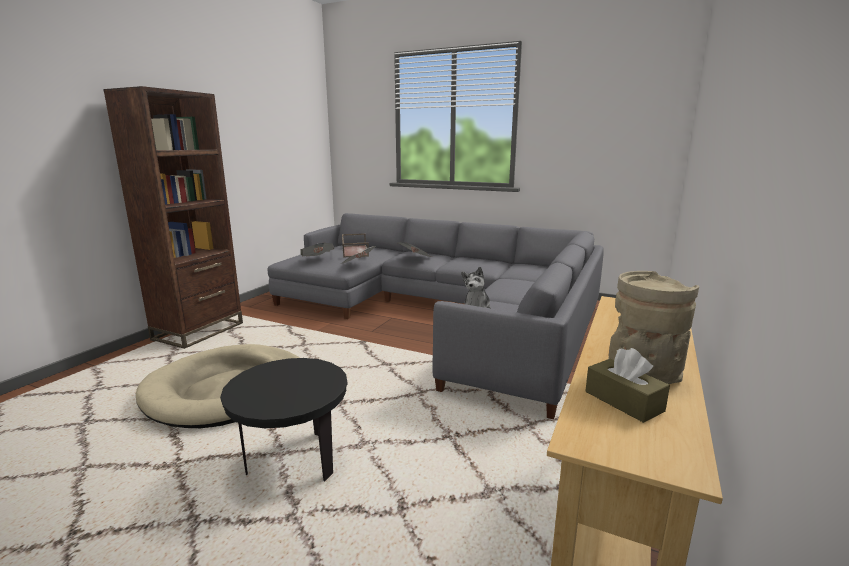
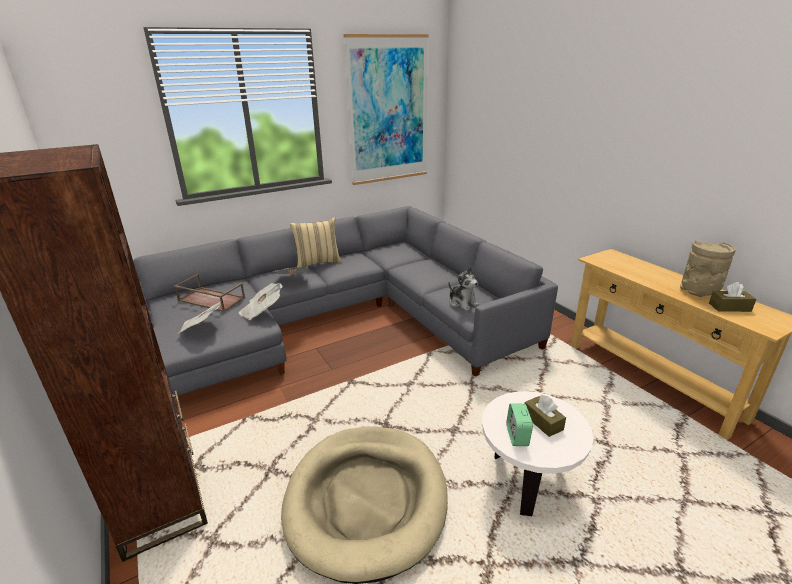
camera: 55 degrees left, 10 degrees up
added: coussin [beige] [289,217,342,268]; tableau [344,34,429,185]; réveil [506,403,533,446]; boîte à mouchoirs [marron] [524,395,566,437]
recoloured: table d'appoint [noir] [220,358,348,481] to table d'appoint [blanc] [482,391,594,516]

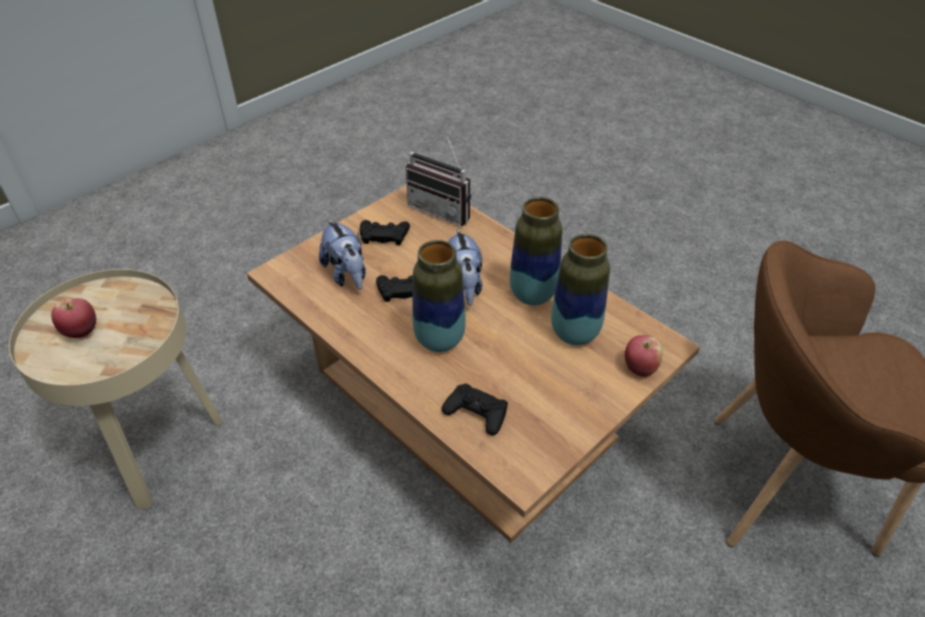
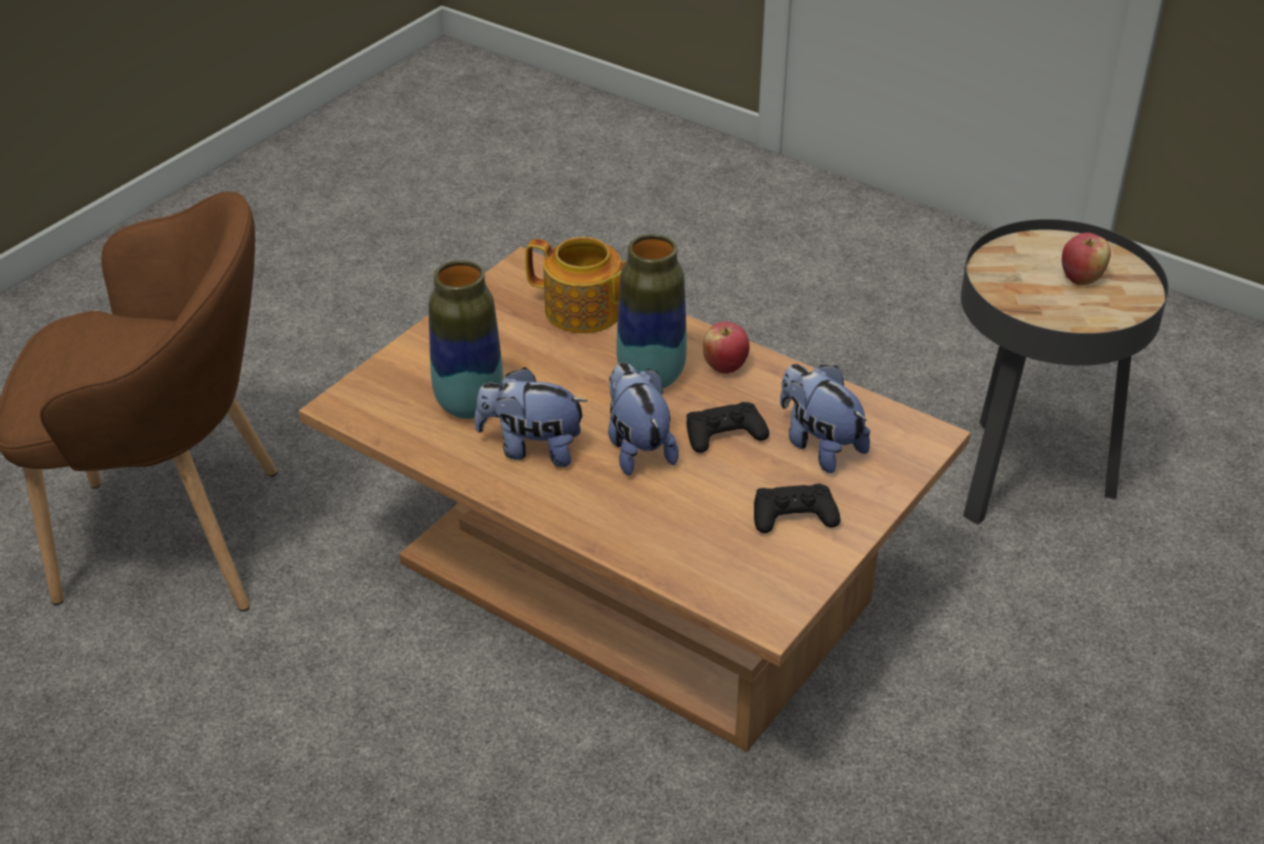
camera: 170 degrees right, 5 degrees down
removed: radio [406,132,471,226]
moved: pomme [625,335,663,377] to [703,322,750,374]
replaced: manette [noir] [442,383,508,435] to théière [525,237,626,333]; vase [510,197,562,305] to peluche [475,367,588,467]
recoloured: table d'appoint [beige] [9,269,224,509] to table d'appoint [noir] [961,219,1169,525]

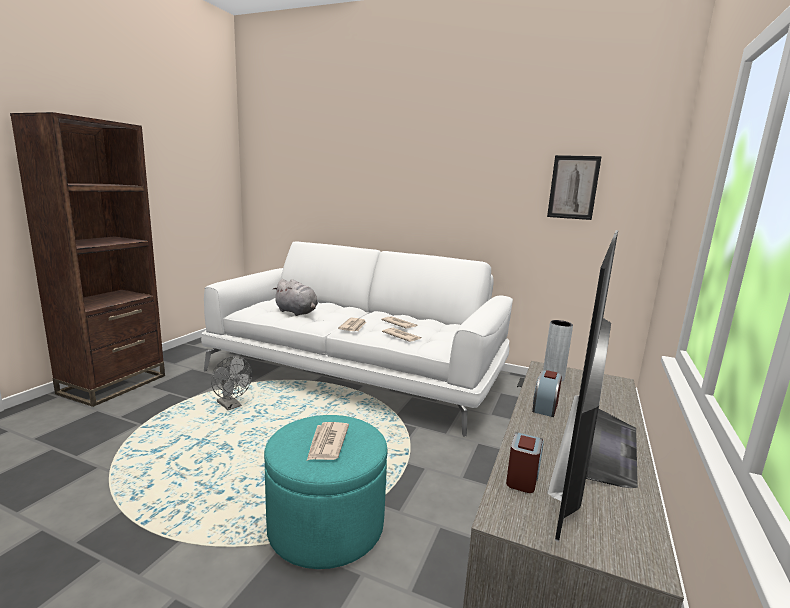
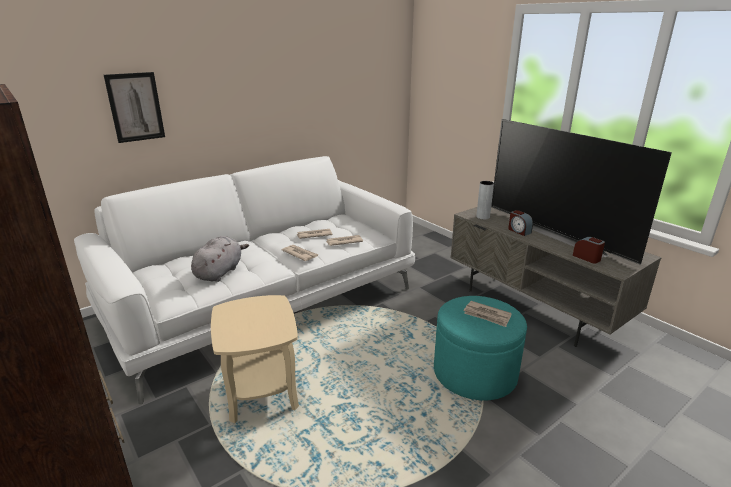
camera: 60 degrees left, 10 degrees up
moved: tableau [547,155,602,220] to [104,72,165,143]
replaced: ventilateur [gris] [211,356,252,410] to table d'appoint [beige] [211,295,299,423]
turned: peluche [gris] [272,279,318,316] = [191,236,249,282] 45 degrees counterclockwise

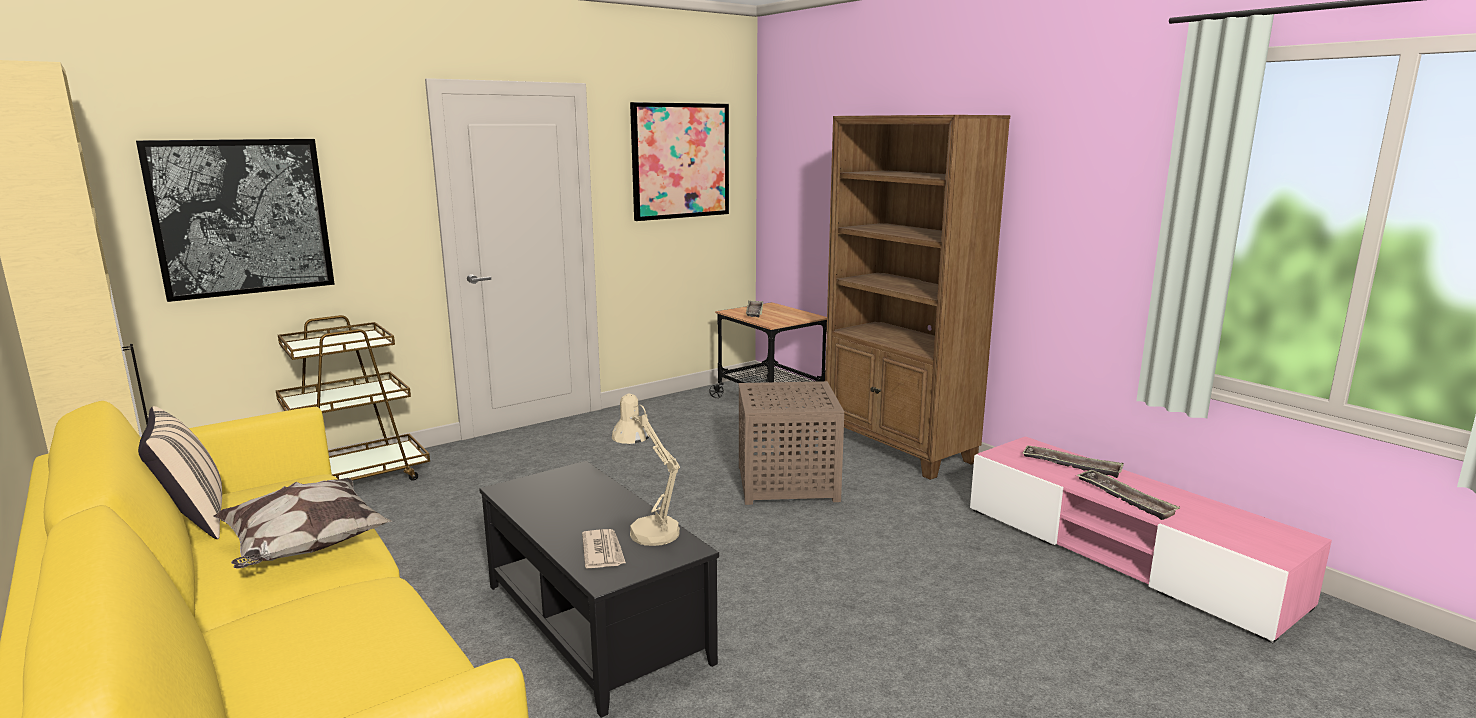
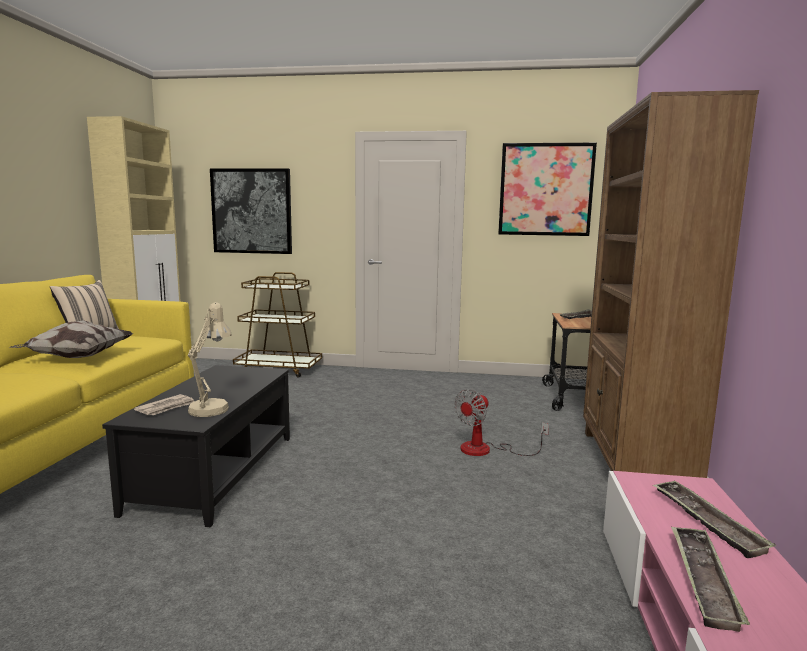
camera: 45 degrees right, 5 degrees down
replaced: table d'appoint [marron] [738,381,844,505] to ventilateur [454,389,549,456]

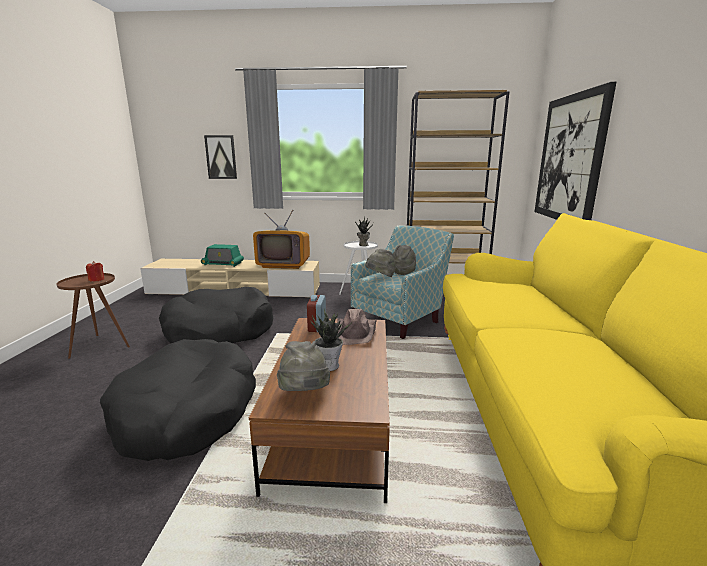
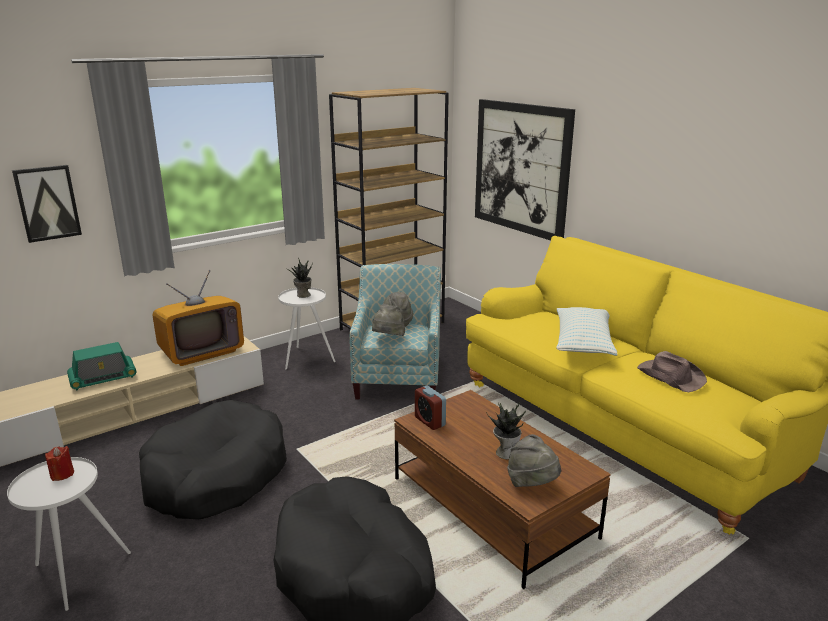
camera: 40 degrees left, 5 degrees up
added: coussin [556,307,618,356]
moved: chapeau [marron] [337,309,377,345] to [637,351,707,392]
recoloured: table d'appoint [marron] [56,273,130,359] to table d'appoint [blanc] [7,457,131,611]

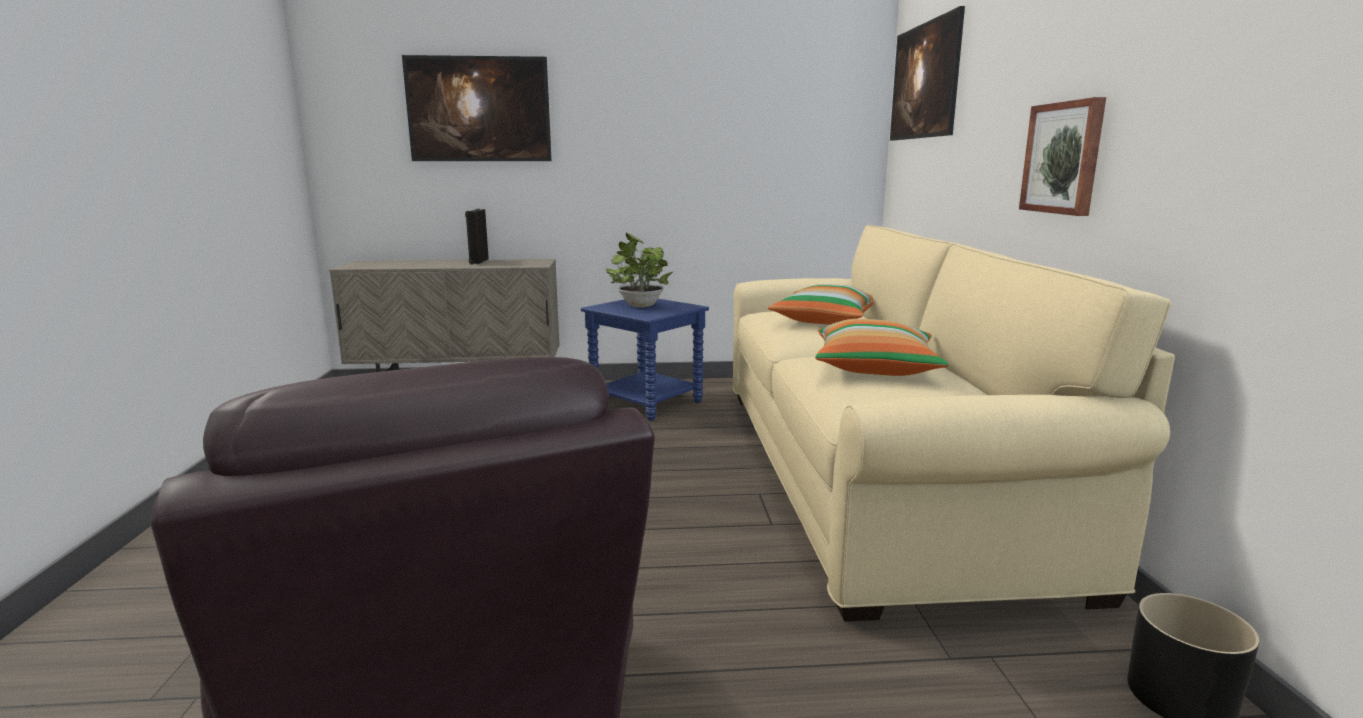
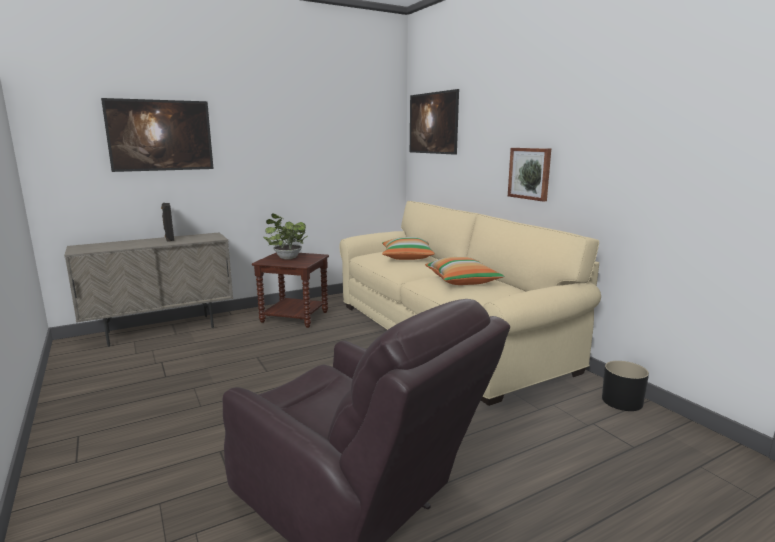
camera: 25 degrees left, 0 degrees up
recoloured: table d'appoint [bleu] [581,299,709,421] to table d'appoint [marron] [252,253,329,328]

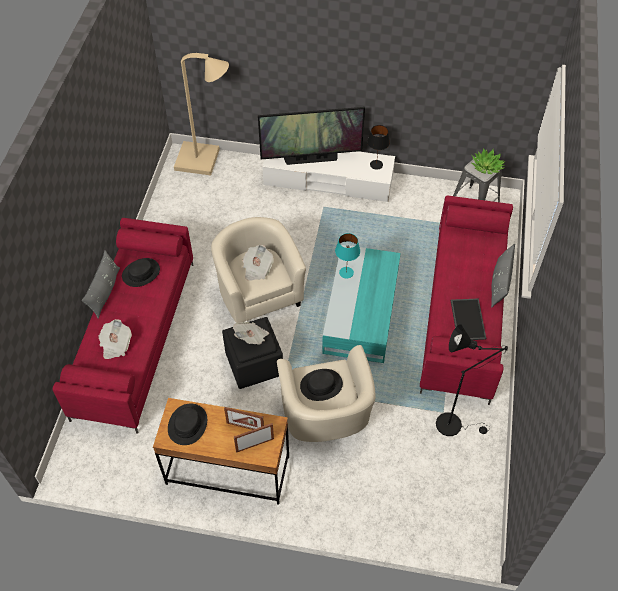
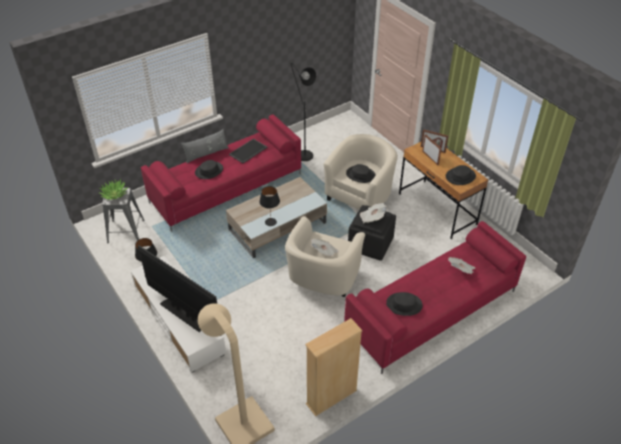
camera: 135 degrees left, 10 degrees down
removed: coussin [gris] [82,250,120,319]
added: chapeau [noir] [195,160,223,179]; bibliothèque [beige] [305,318,362,416]
recoloured: table basse [turquoise] [322,245,401,363] to table basse [beige] [226,177,327,258]; lampe de table [turquoise] [335,233,360,279] to lampe de table [noir] [259,186,280,226]

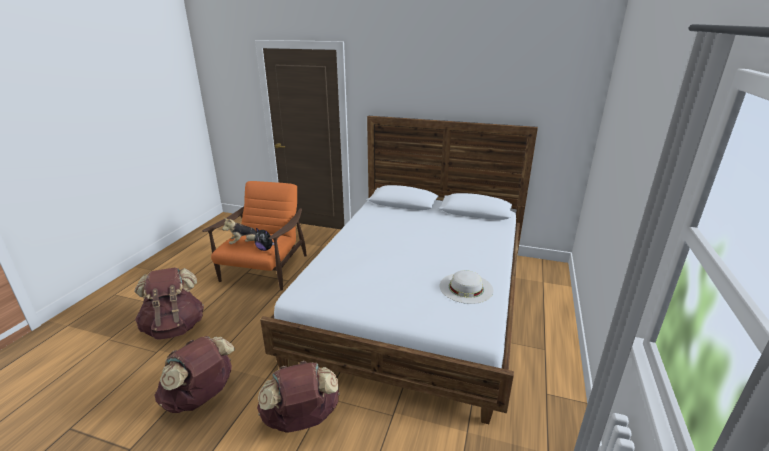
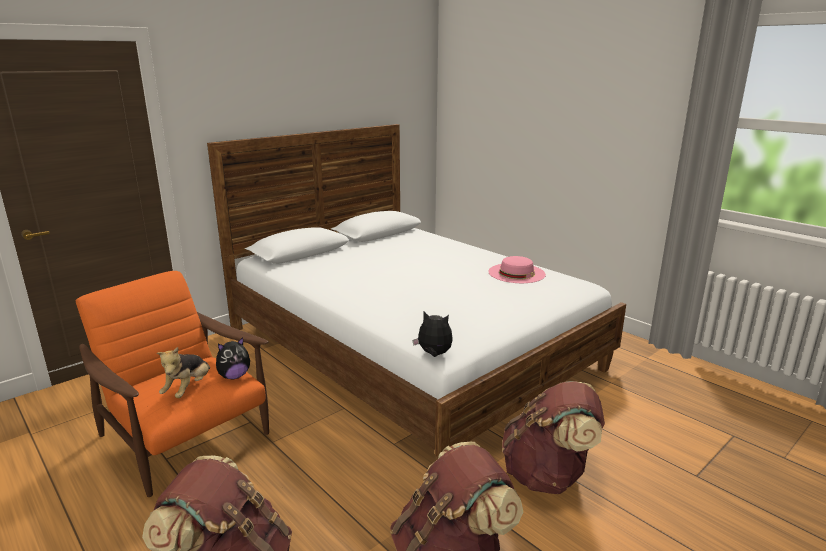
camera: 60 degrees left, 5 degrees down
added: peluche [412,312,453,357]
recoloured: chapeau [blanc] [440,270,493,304] to chapeau [rose] [488,256,546,283]

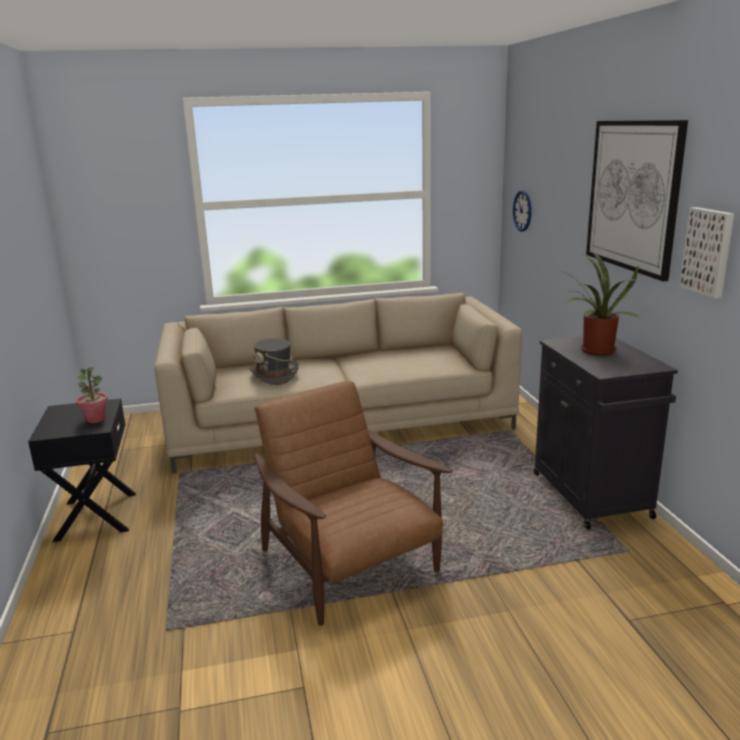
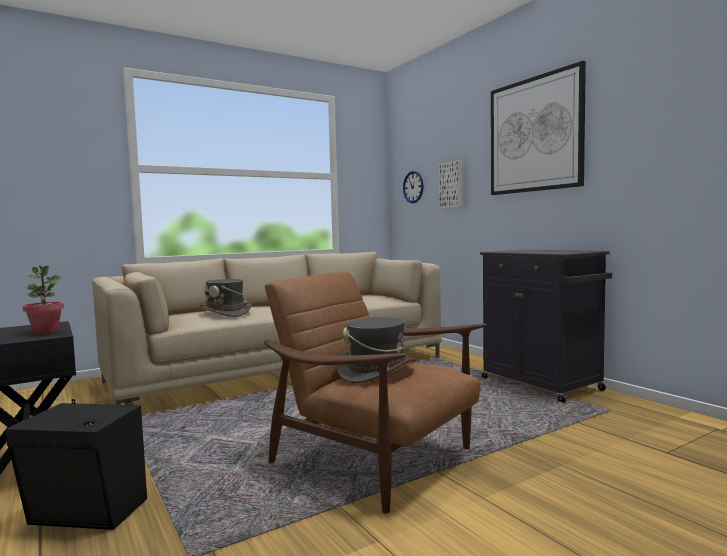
camera: 20 degrees left, 15 degrees down
removed: plante en pot [562,252,639,356]
added: enceinte [noir] [6,399,147,530]; chapeau [gris] [337,317,416,383]
moved: tableau [680,207,734,299] to [439,160,463,209]

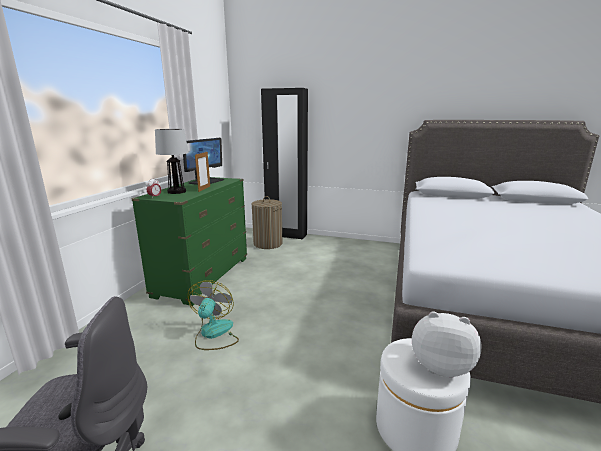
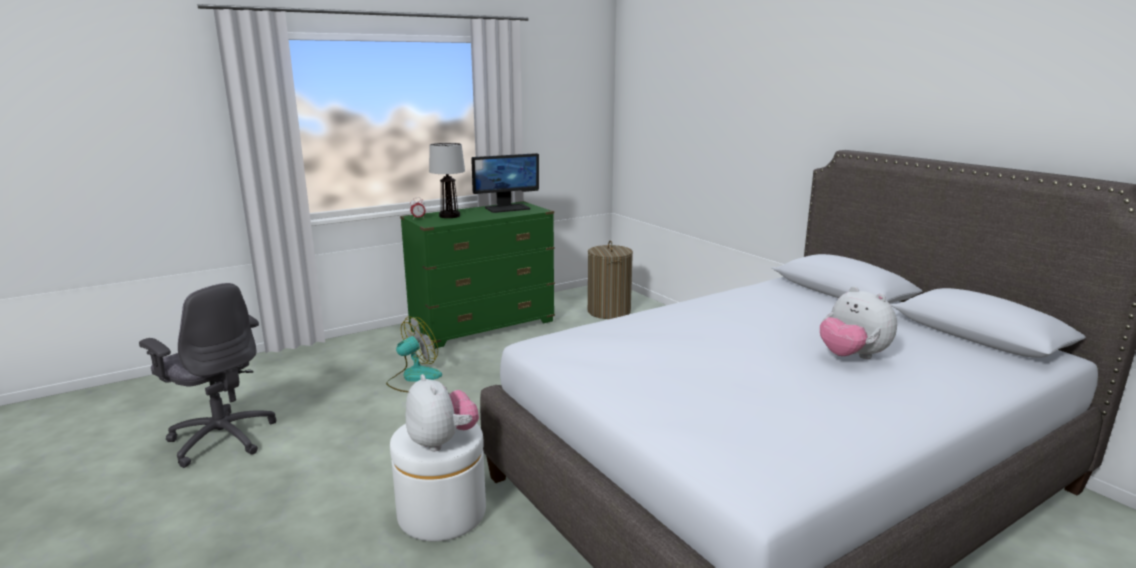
camera: 40 degrees right, 0 degrees up
removed: cadre photo [195,152,210,192]; armoire [noir] [261,88,308,239]
added: peluche [820,286,897,359]

